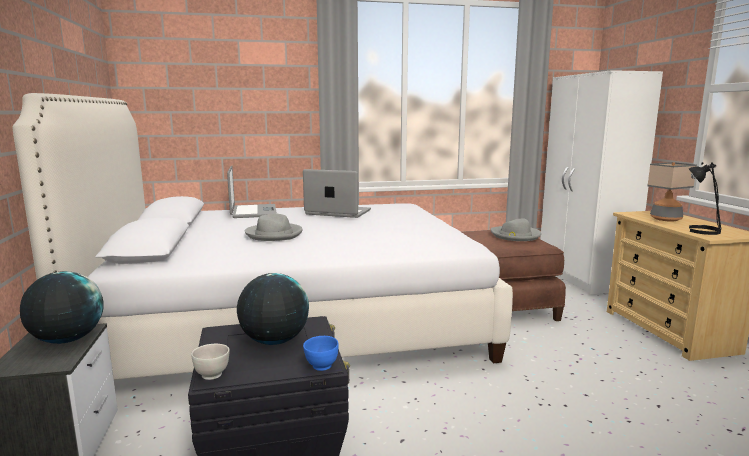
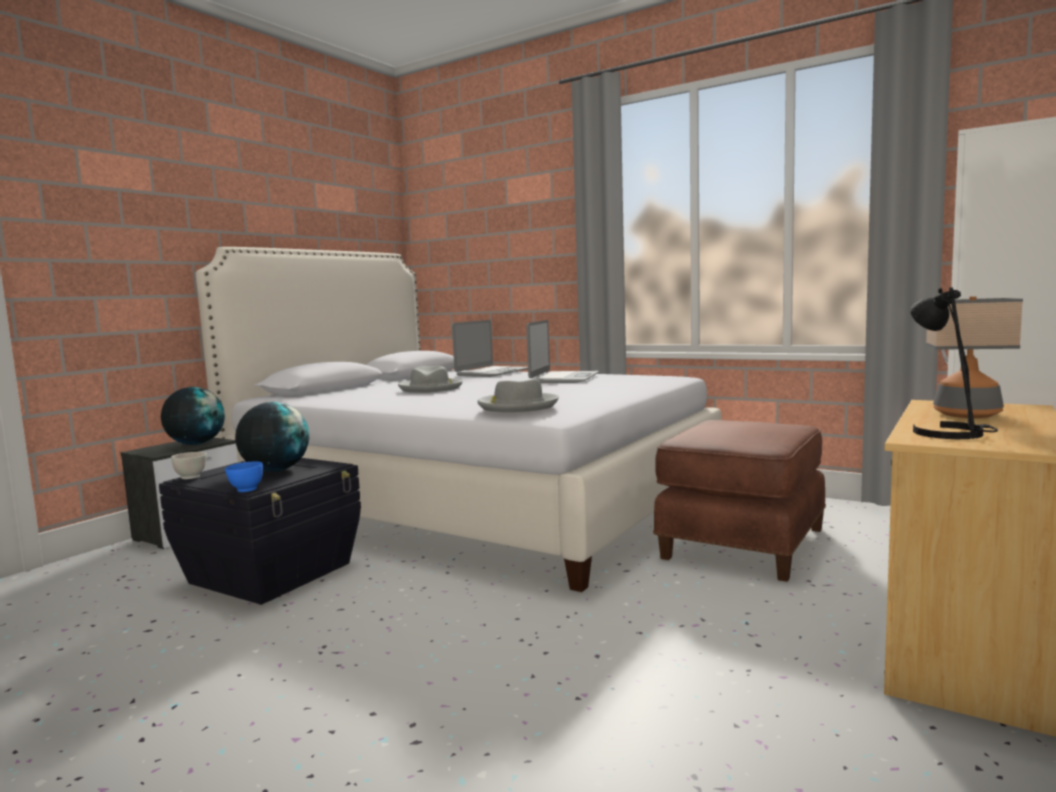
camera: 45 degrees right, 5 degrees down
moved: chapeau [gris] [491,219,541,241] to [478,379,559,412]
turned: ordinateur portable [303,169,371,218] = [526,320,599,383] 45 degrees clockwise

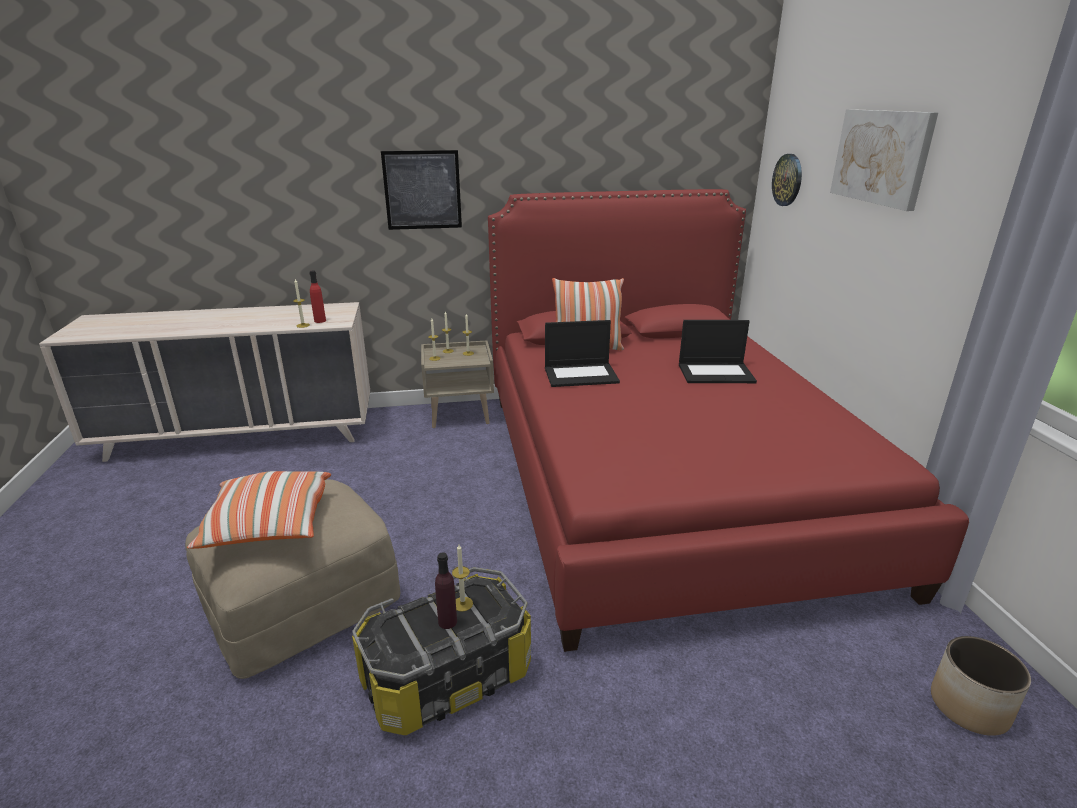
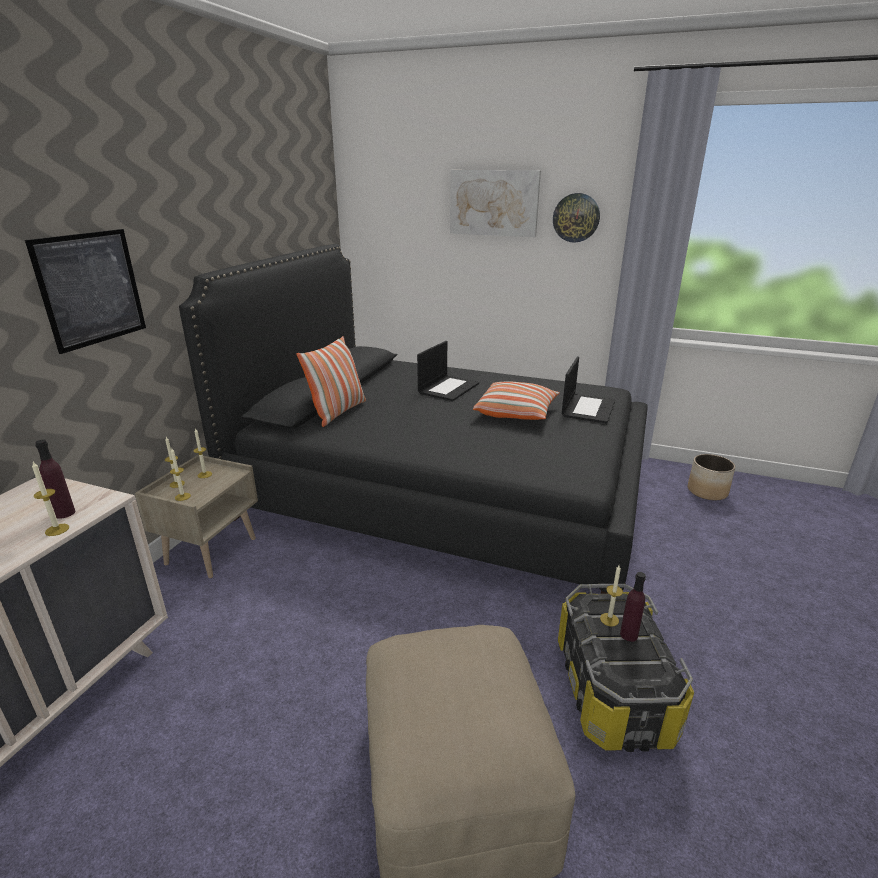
camera: 60 degrees left, 0 degrees up
moved: coussin [187,471,331,549] to [473,381,560,420]; ordinateur portable [545,320,620,387] to [562,356,615,424]; horloge murale [772,154,802,206] to [553,193,600,243]
recoloured: bouteille [rouge] [310,270,326,323] to bouteille [violet] [35,440,75,519]; lit [rouge] [488,189,969,652] to lit [noir] [179,244,648,594]

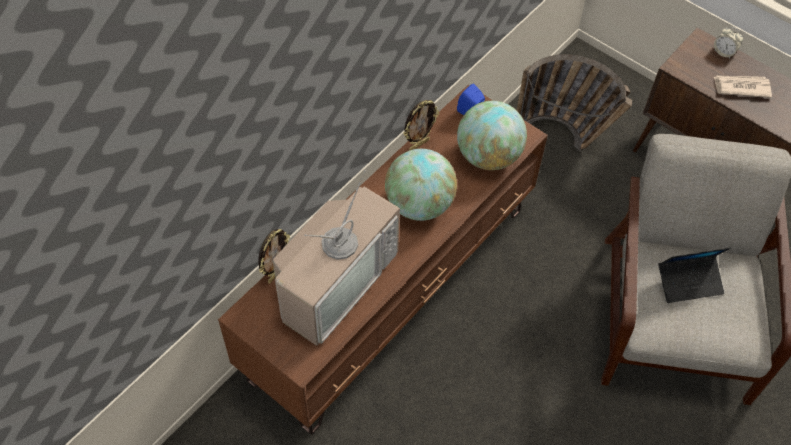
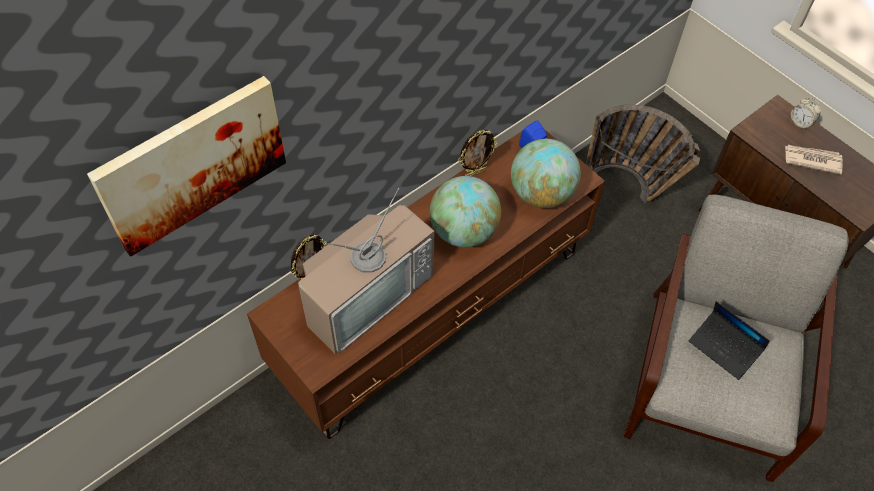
camera: 10 degrees right, 0 degrees up
added: tableau [87,76,286,257]
turned: ordinateur portable [658,248,731,303] = [689,301,770,380] 45 degrees clockwise

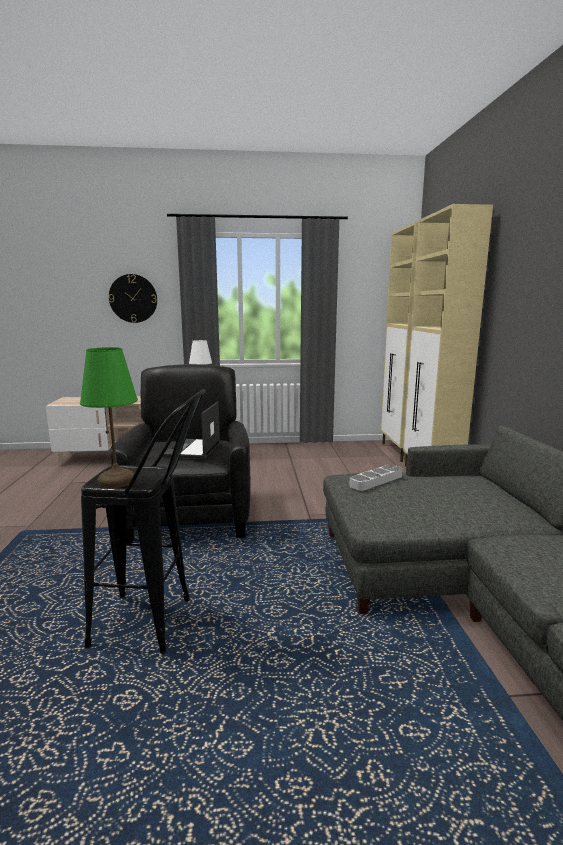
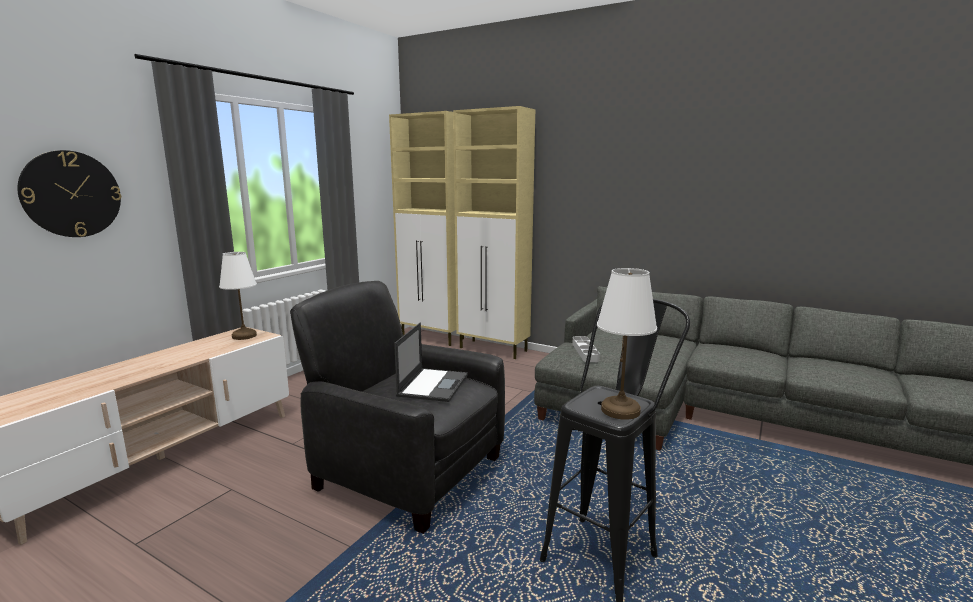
camera: 55 degrees left, 0 degrees up
recoloured: lampe de table [vert] [80,347,138,488] to lampe de table [blanc] [597,268,657,420]
turned: ordinateur portable [162,401,220,459] = [394,323,468,402] 120 degrees counterclockwise

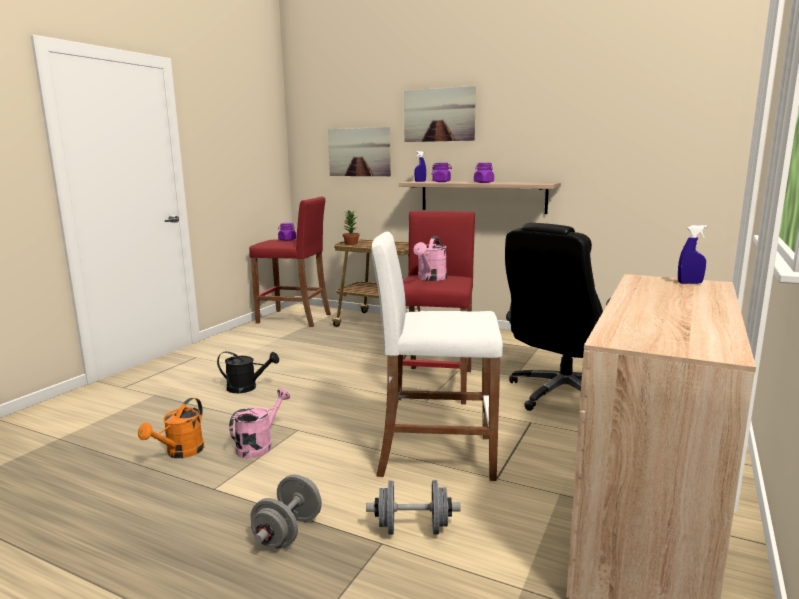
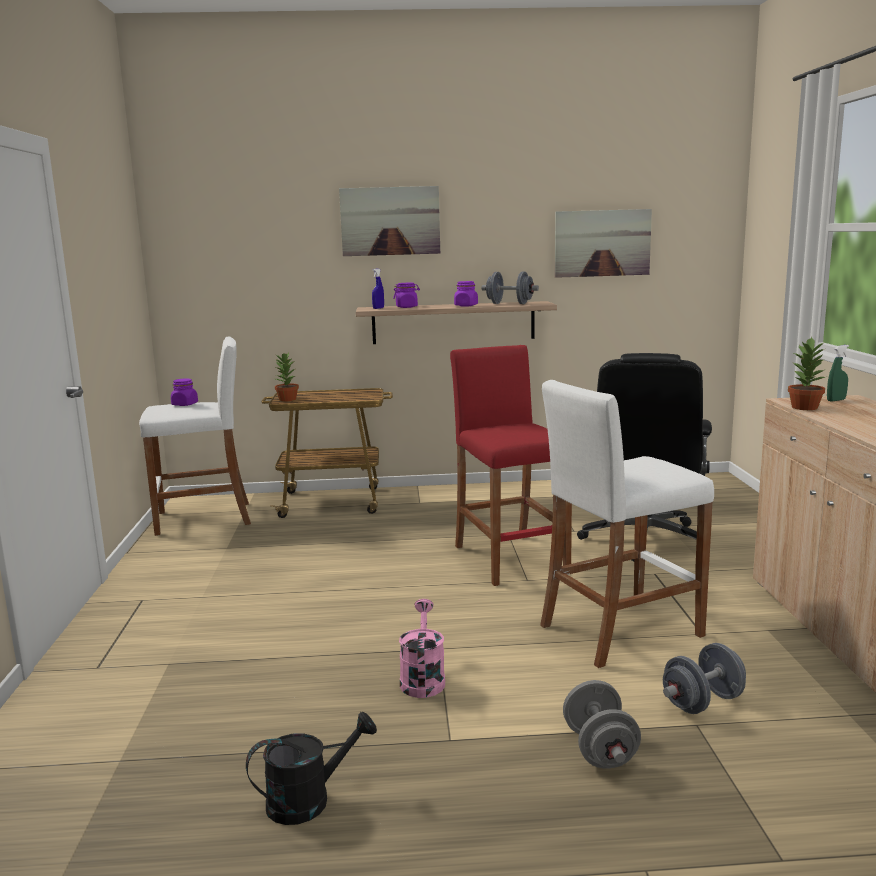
camera: 30 degrees left, 0 degrees up
removed: arrosoir [orange] [138,398,205,458]; arrosoir [rose] [414,236,447,281]
added: haltère [gris] [481,272,539,304]; plante en pot [788,337,828,410]
moved: arrosoir [noir] [217,351,279,393] to [246,712,377,825]; tableau [328,127,391,176] to [555,209,652,278]
recoloured: tabouret [rouge] [249,197,331,327] to tabouret [blanc] [139,336,251,536]; vaporisateur [bleu] [678,225,707,284] to vaporisateur [vert] [827,345,849,402]

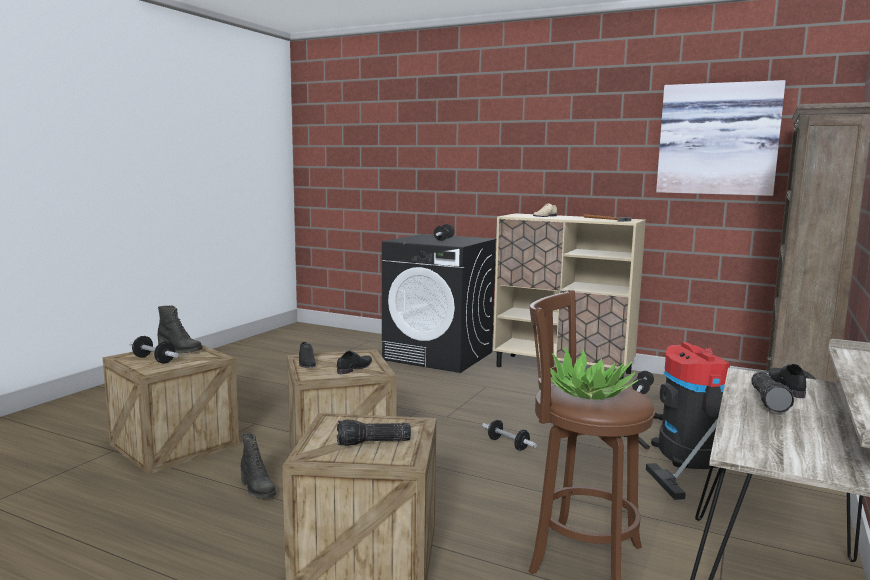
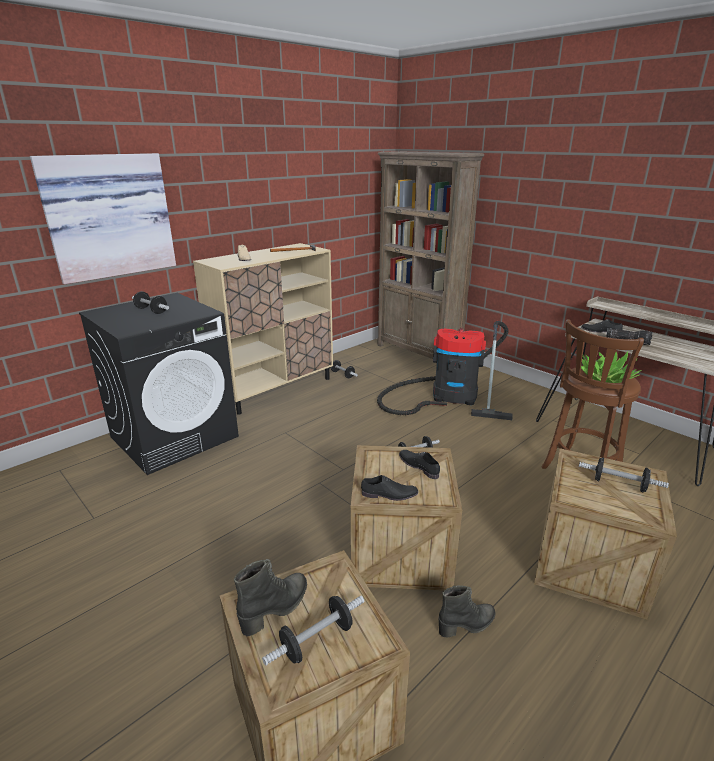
camera: 70 degrees left, 15 degrees up
moved: tableau [656,80,786,196] to [30,153,176,284]
replaced: lampe de poche [337,419,411,446] to haltère [579,457,669,492]

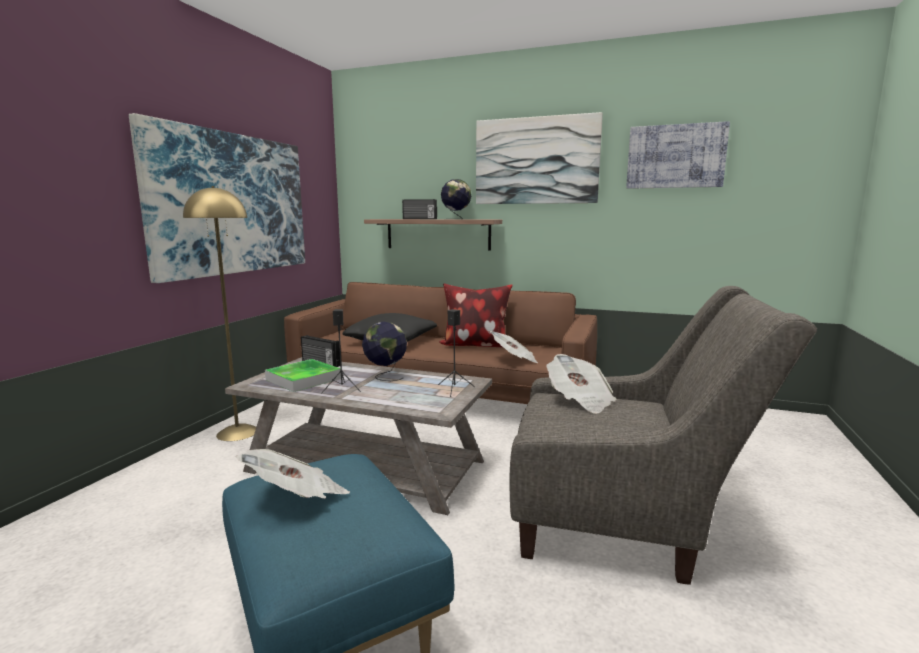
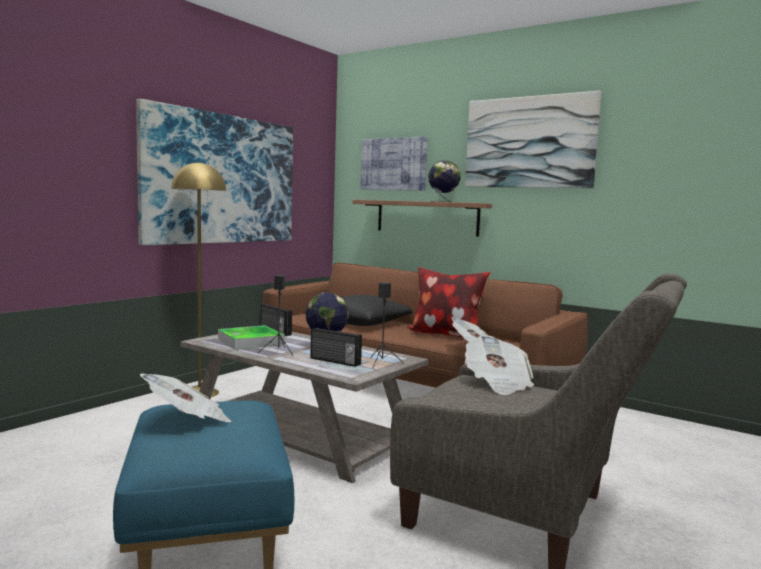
camera: 15 degrees right, 5 degrees down
moved: radio [402,199,437,219] to [310,328,362,367]; tableau [626,121,730,189] to [360,136,428,191]

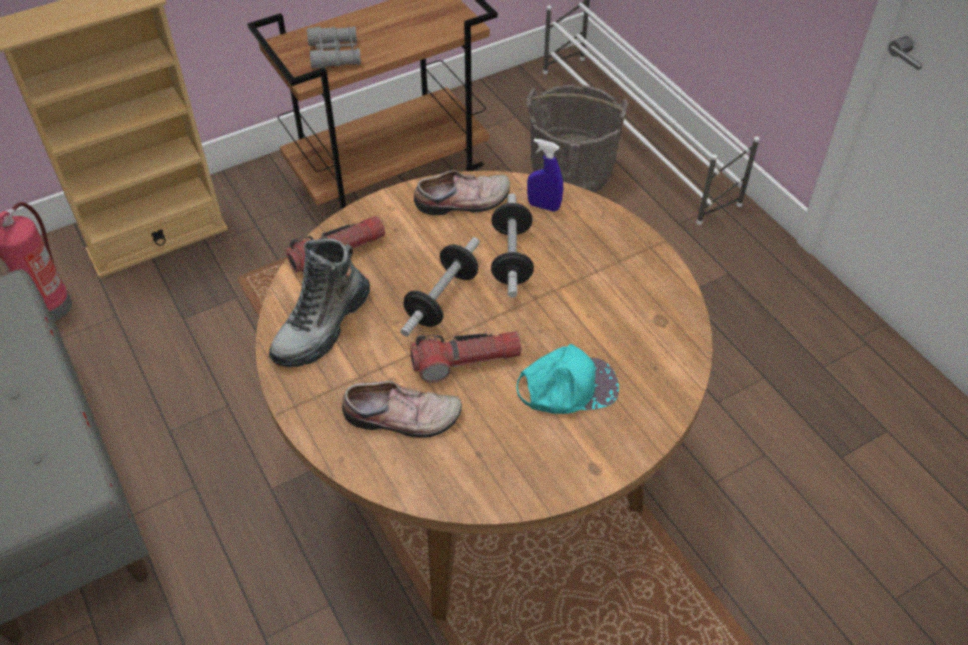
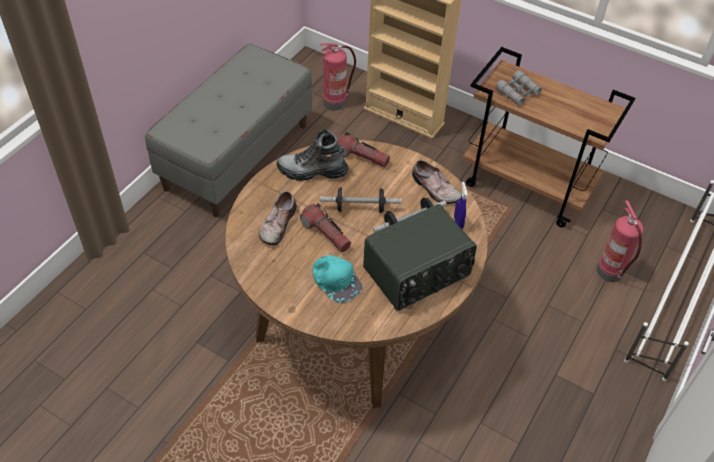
camera: 60 degrees right, 0 degrees up
added: radio [363,204,477,311]
replaced: seau [gris] [527,84,628,192] to extincteur [597,200,643,282]
turned: chaussure [342,381,462,438] = [259,191,297,246] 45 degrees clockwise

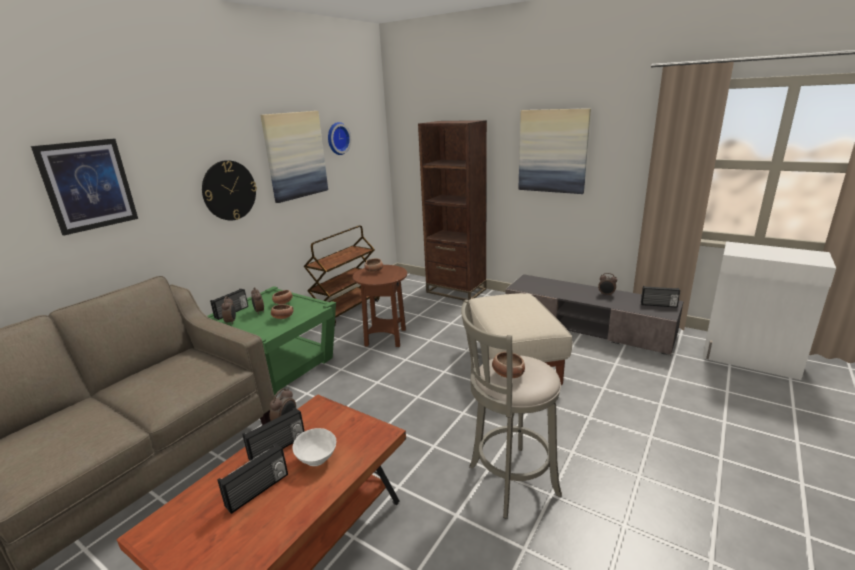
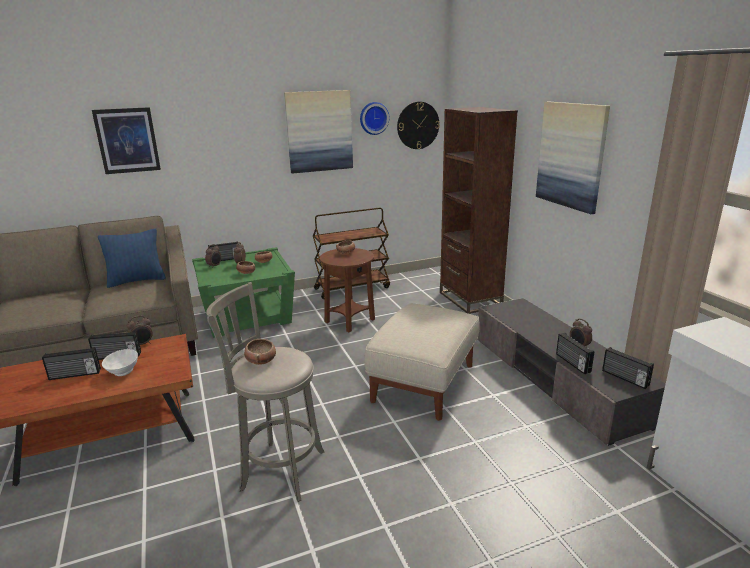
camera: 35 degrees right, 0 degrees up
added: coussin [bleu] [98,229,166,288]; radio [556,333,594,374]
moved: horloge murale [202,160,257,220] to [397,102,440,149]

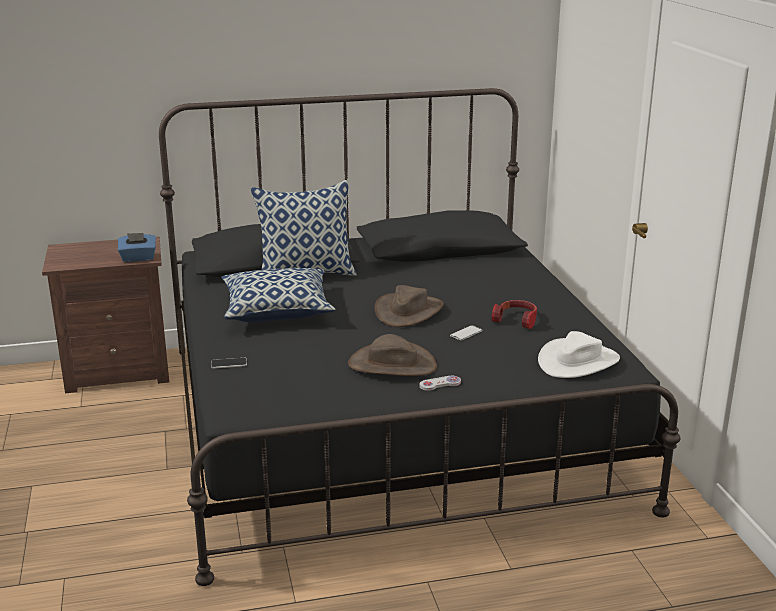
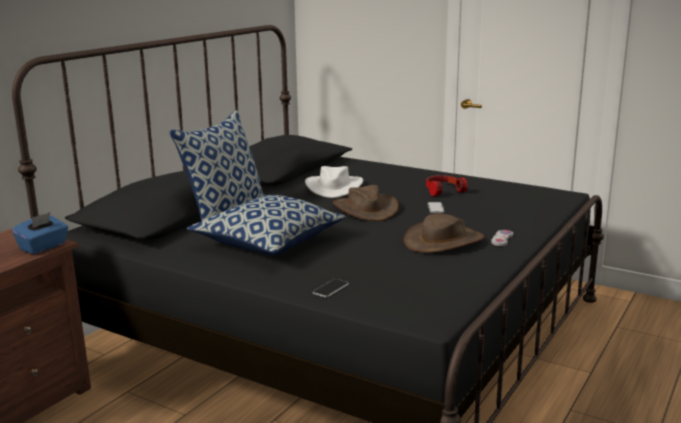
camera: 45 degrees left, 5 degrees down
moved: chapeau [blanc] [538,331,620,378] to [305,166,363,198]

